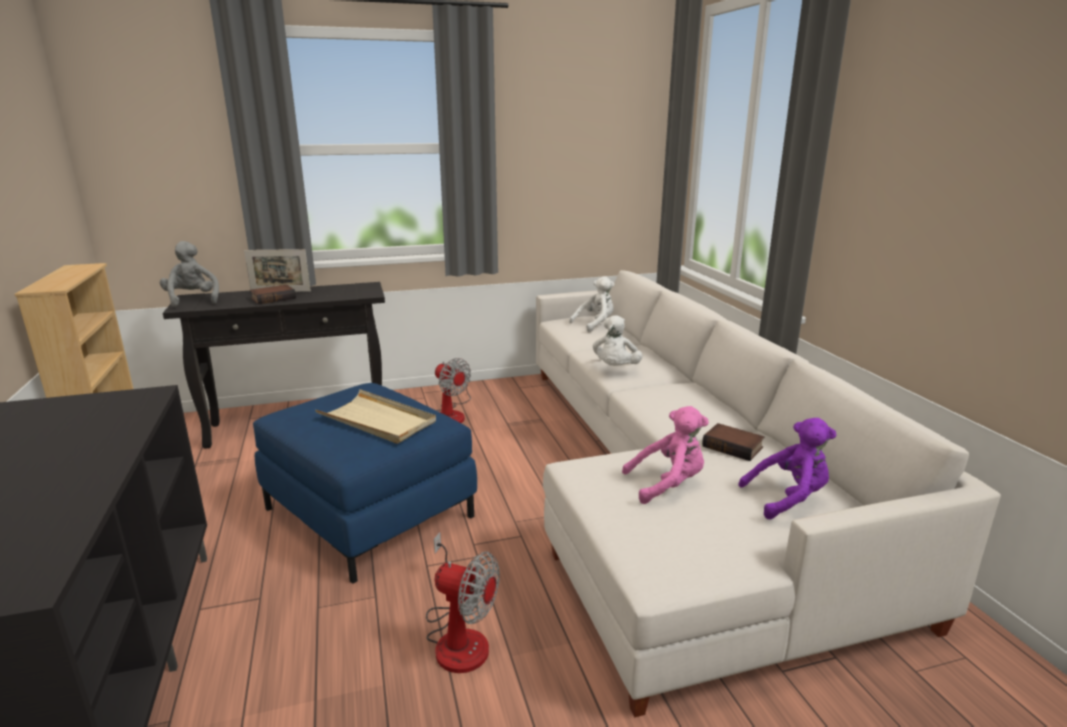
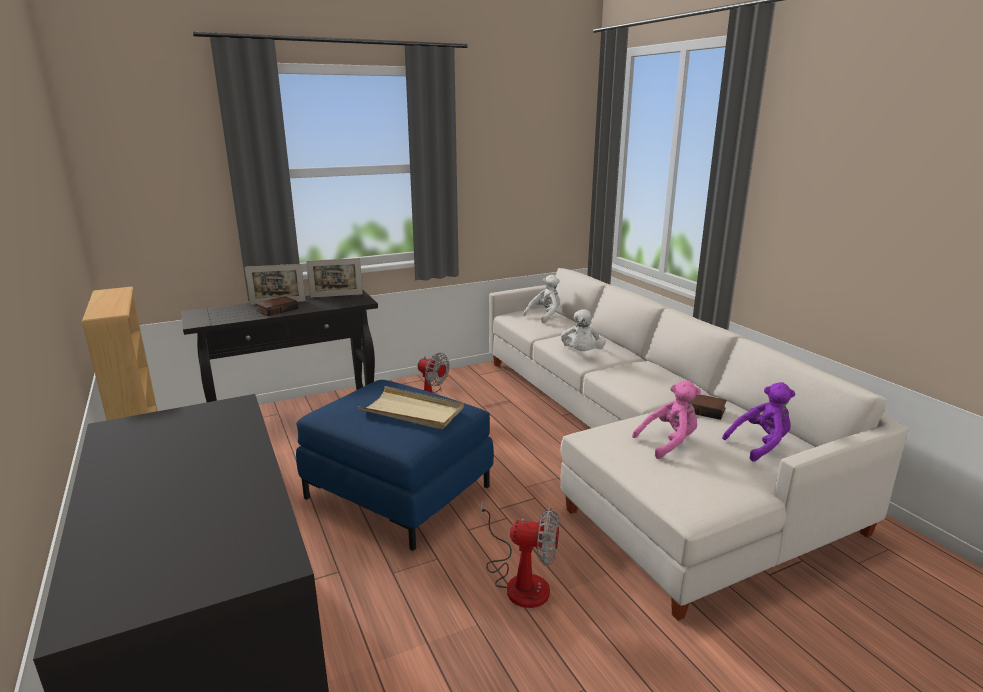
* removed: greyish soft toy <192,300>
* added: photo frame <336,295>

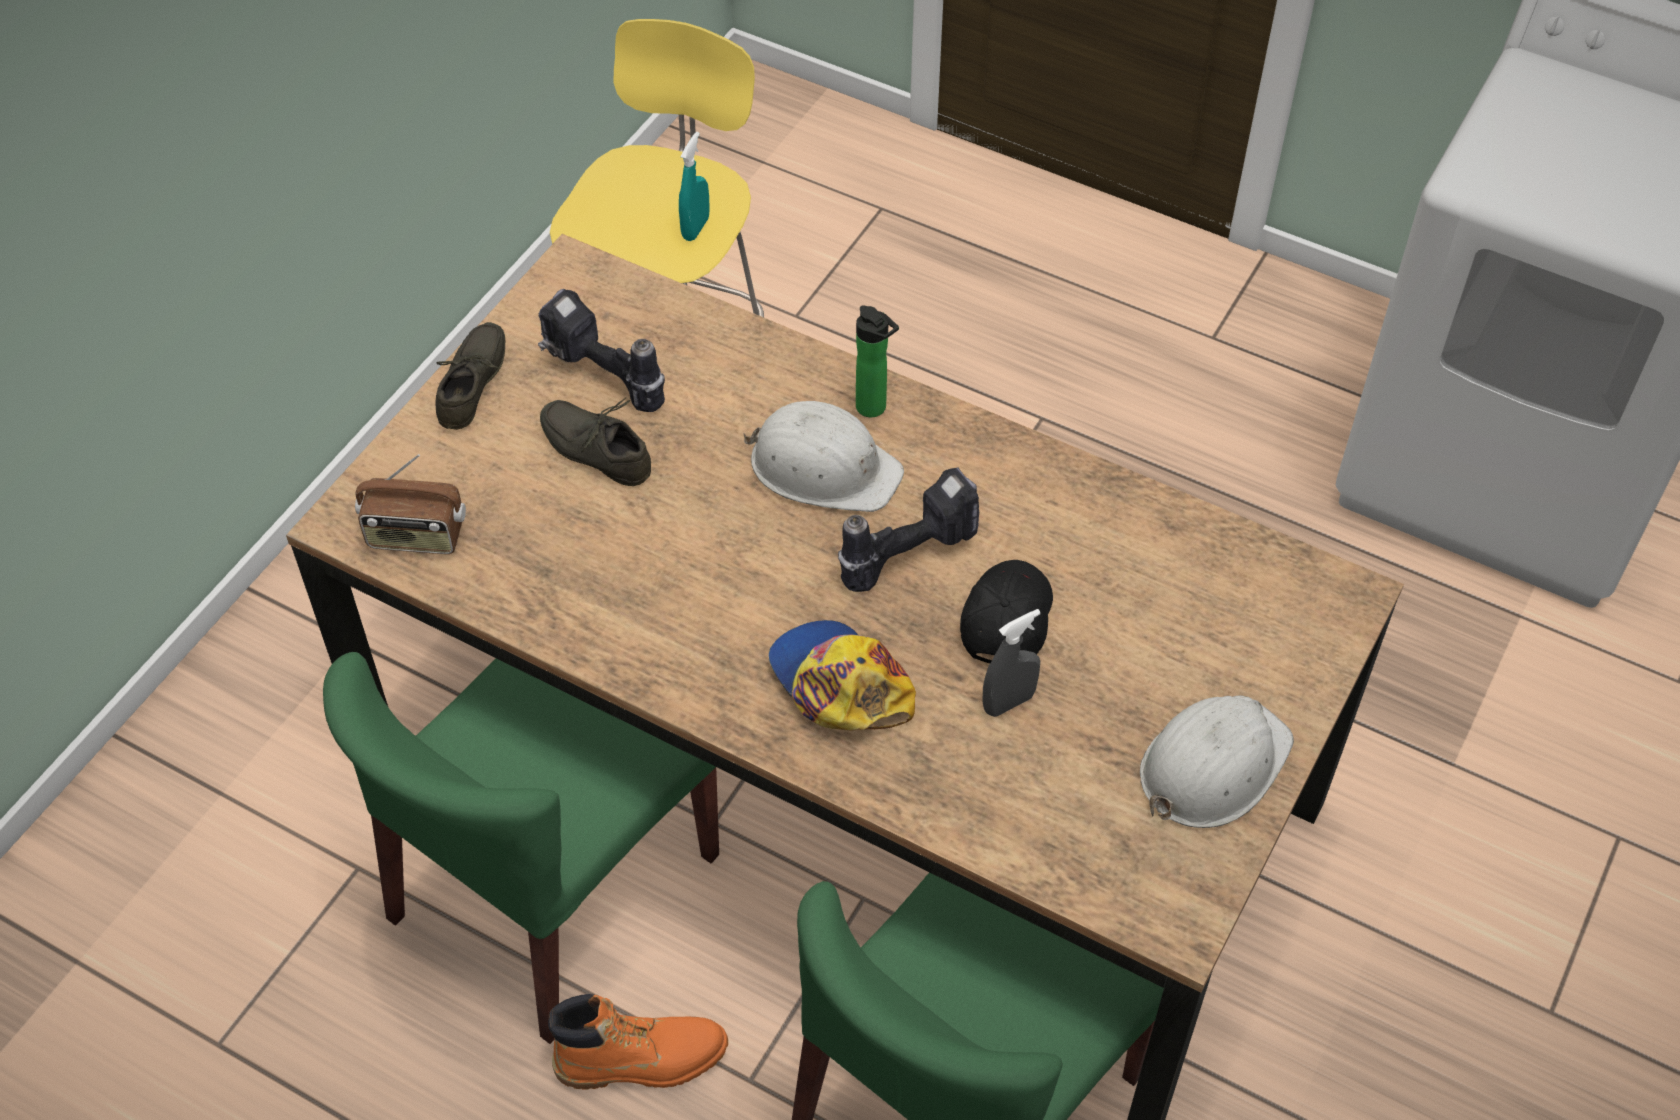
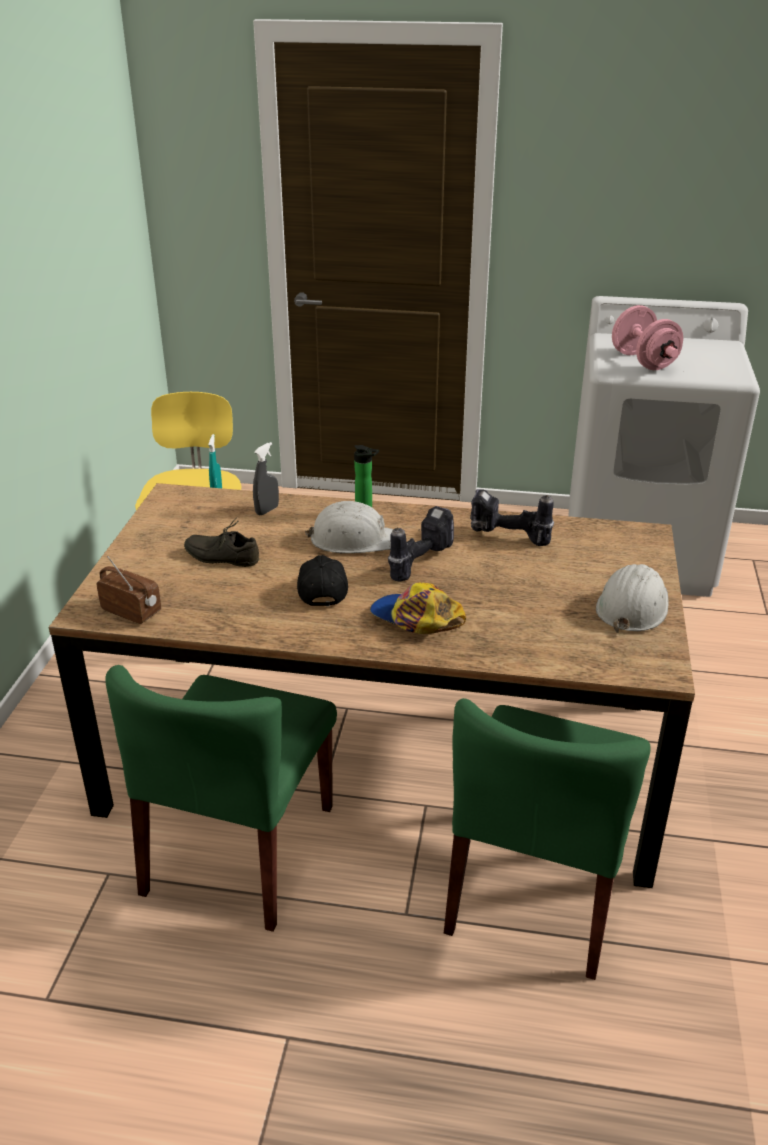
* removed: greyish low shoe <477,384>
* removed: orangey high-top boot <641,1059>
* added: pink dumbbell <643,361>
* moved: drill <601,379> to <506,538>
* moved: blackish cap <1005,619> to <321,589>
* moved: greyish hand sprayer <1008,702> to <267,510>
* turned: radio receiver <416,537> = <132,611> 135 degrees counterclockwise

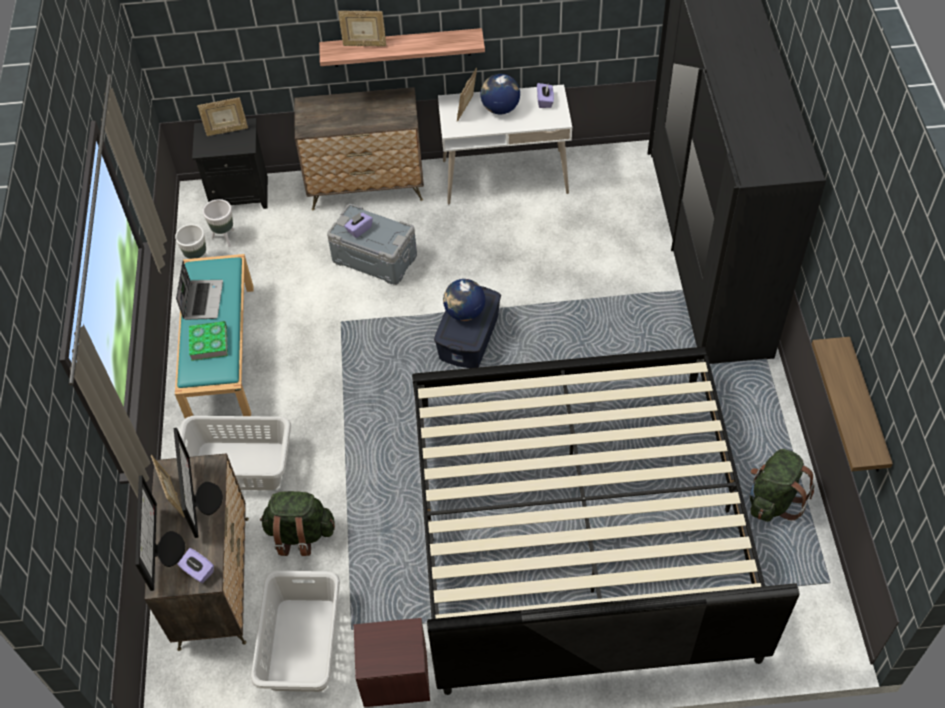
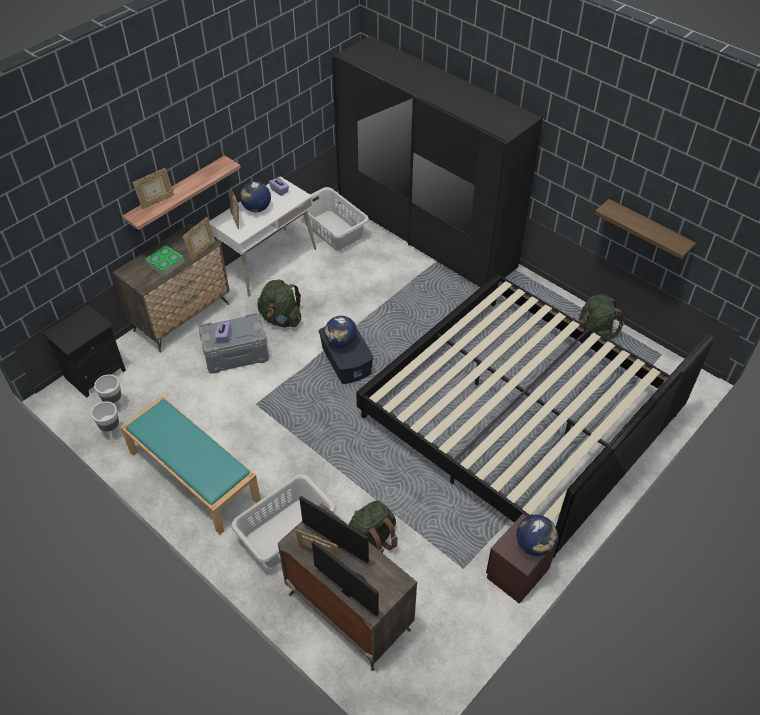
* removed: laptop <202,300>
* removed: purple box of tissues <198,571>
* added: green-coloured rucksack <281,319>
* added: world globe <534,545>
* moved: book <209,343> to <165,263>
* moved: photo frame <226,131> to <201,250>
* moved: greyish hamper <303,644> to <333,230>

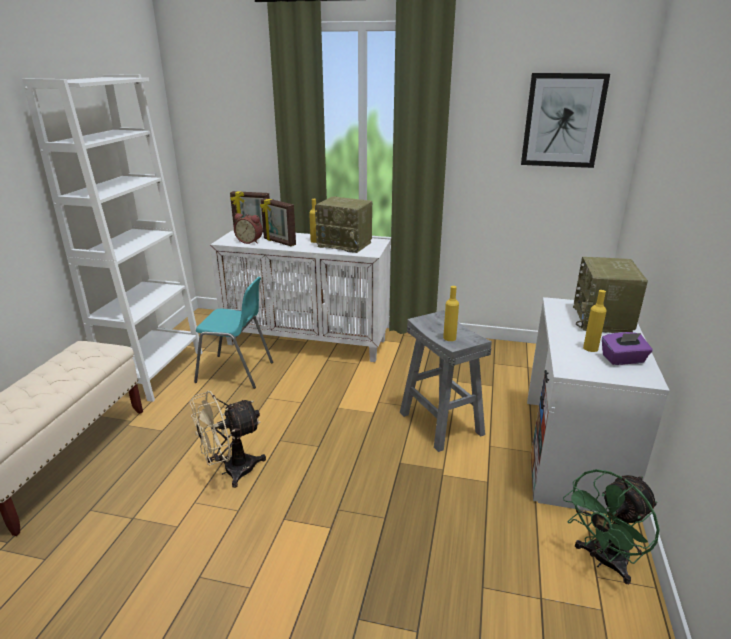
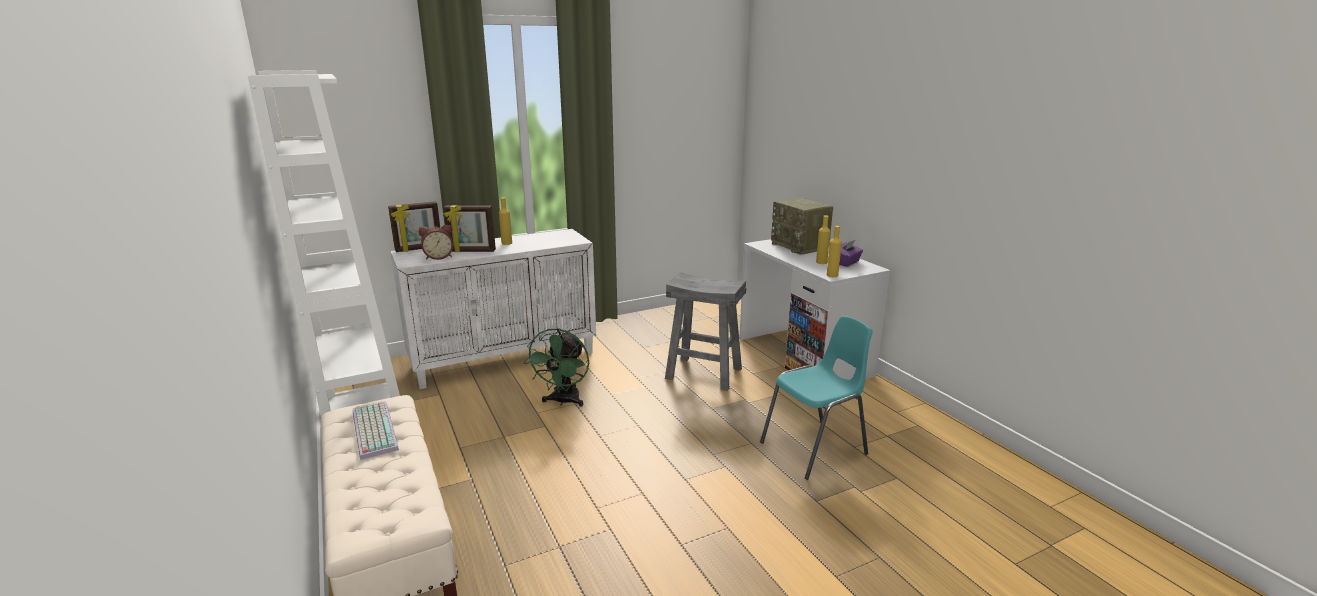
* removed: beige electric fan <231,471>
* removed: radio receiver <345,244>
* removed: picture <563,120>
* added: computer keyboard <372,430>
* moved: blue-green upright chair <236,372> to <815,449>
* moved: yellow beverage bottle <449,338> to <832,275>
* moved: green-coloured electric fan <603,561> to <563,401>

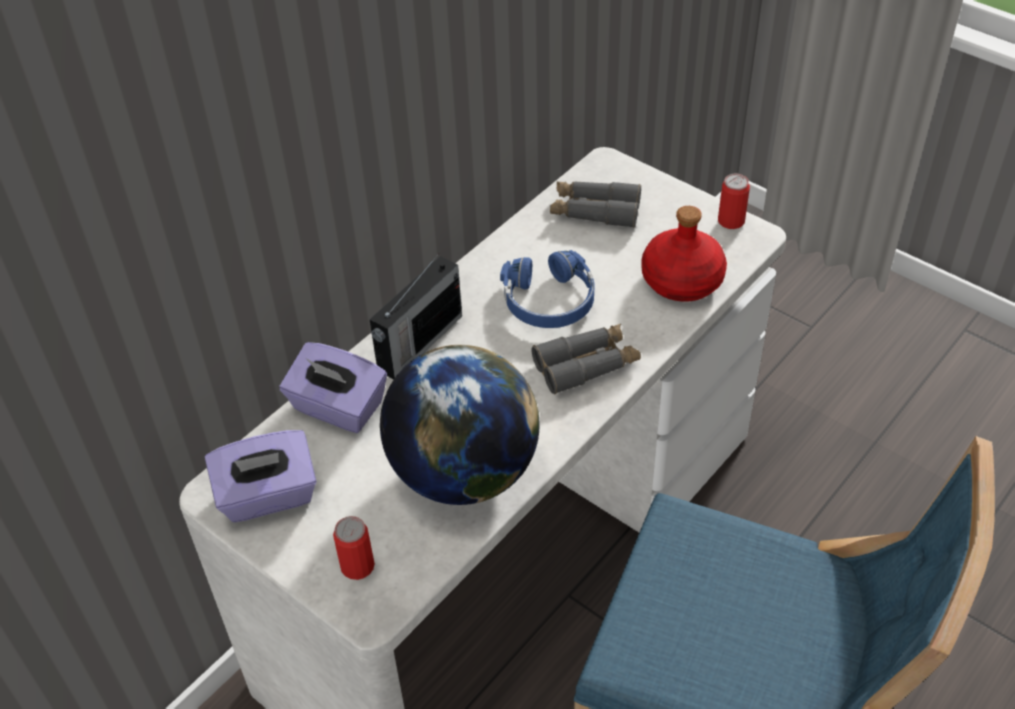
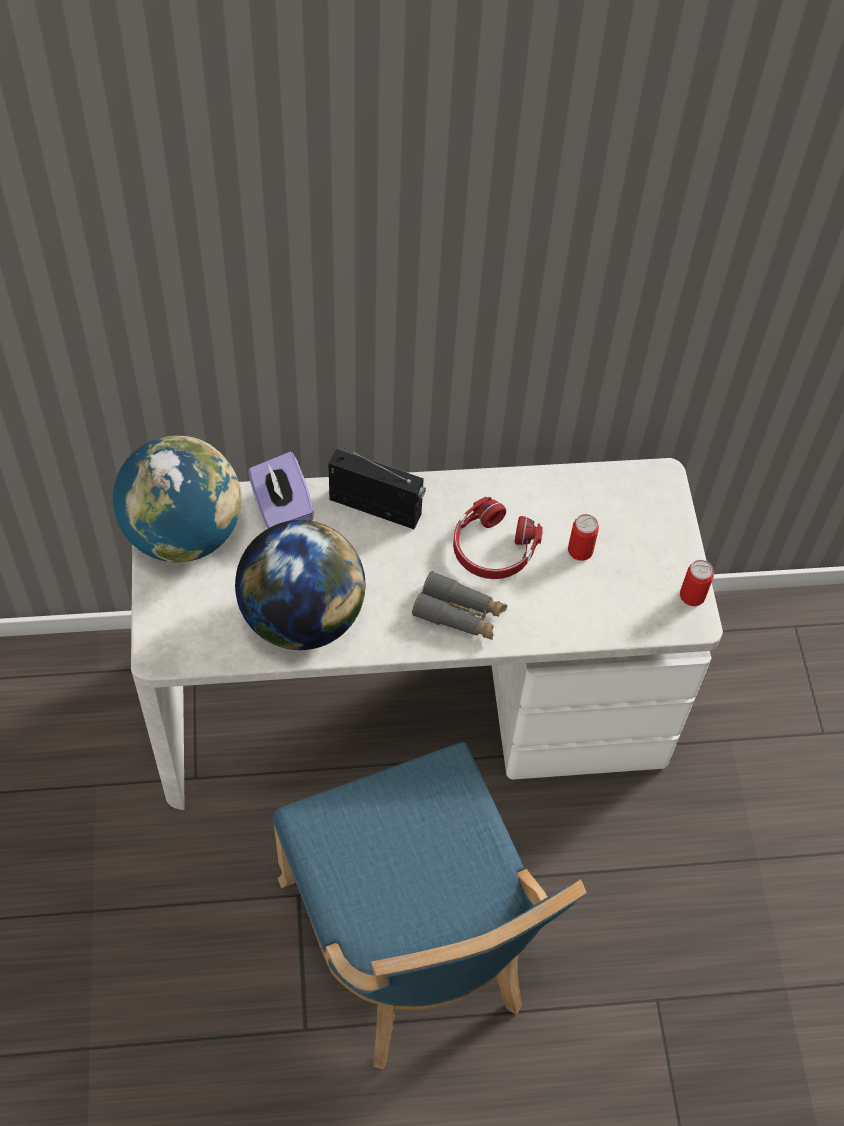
* removed: greyish field glasses <595,211>
* removed: reddish beverage bottle <682,279>
* moved: can <357,566> to <580,550>
* replaced: purple box of tissues <268,496> to world globe <183,534>
* recoloured: blue-coloured headphones <549,301> to reddish headphones <492,548>
* turned: radio receiver <418,344> = <377,508> 150 degrees counterclockwise

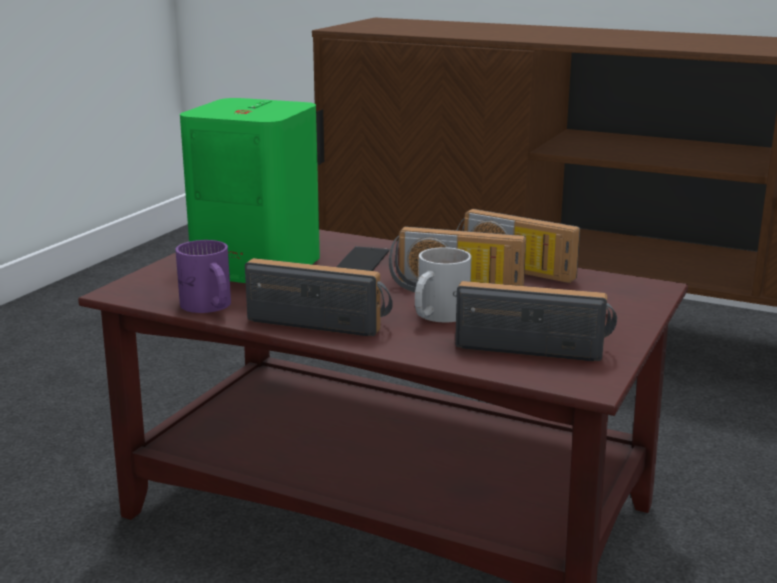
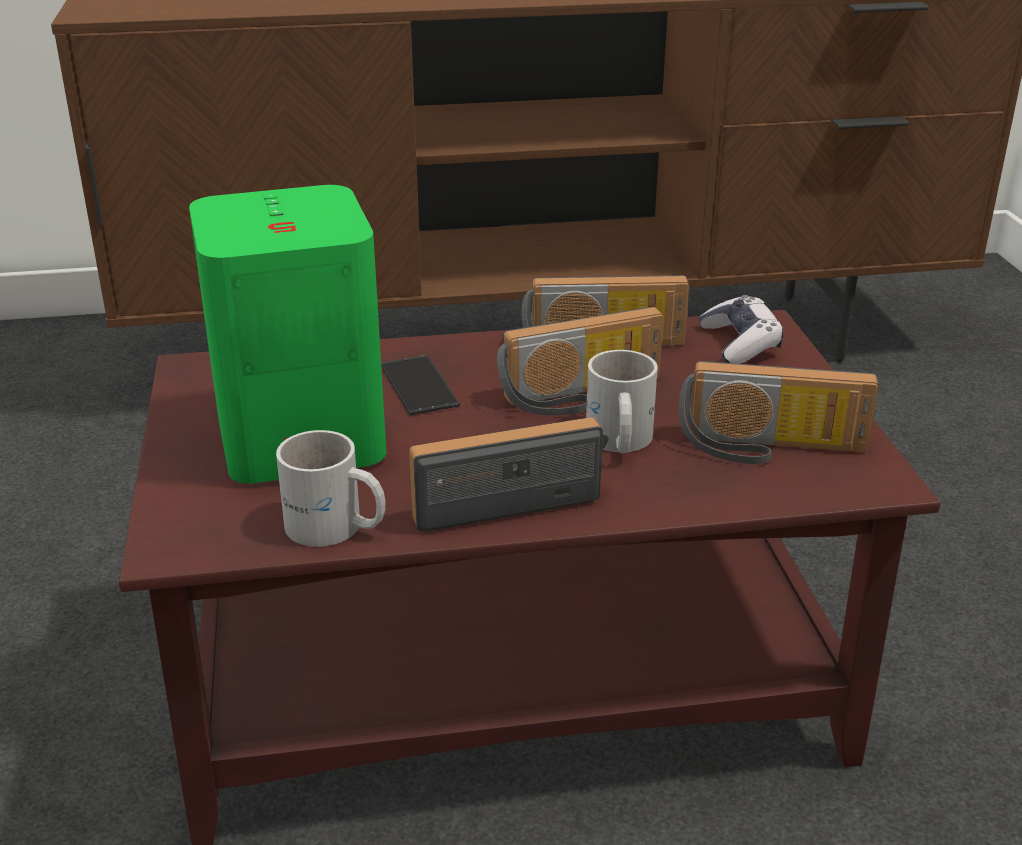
* added: game controller <740,343>
* recoloured: purple tea mug <208,307> to whitish tea mug <334,529>
* turned: radio receiver <535,345> = <771,449> 150 degrees counterclockwise

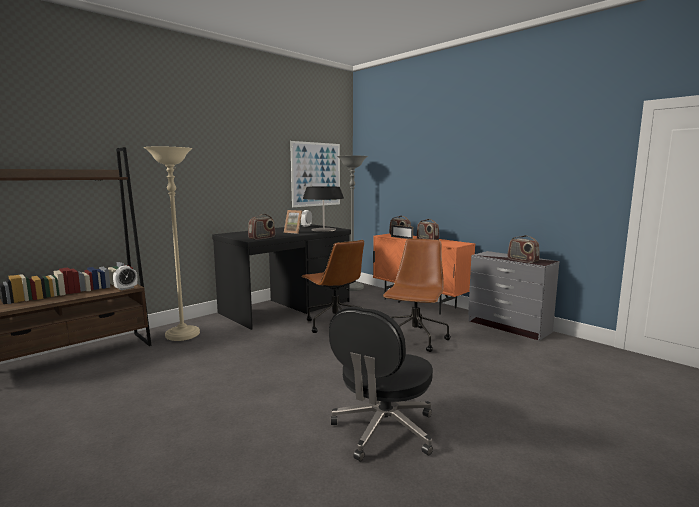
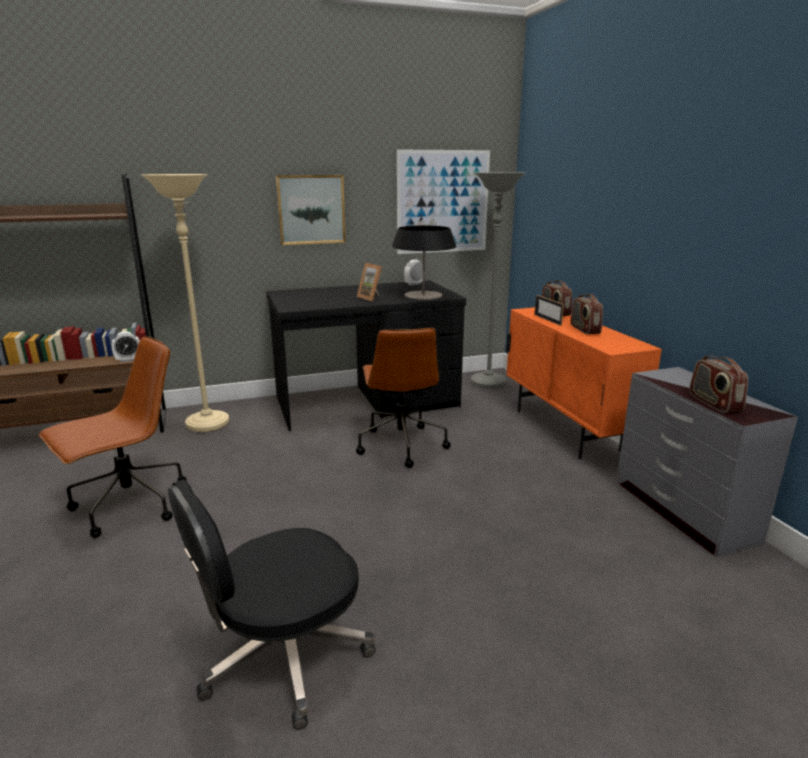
* removed: radio receiver <262,238>
* added: picture <311,209>
* moved: brown-coloured desk chair <414,339> to <128,506>

